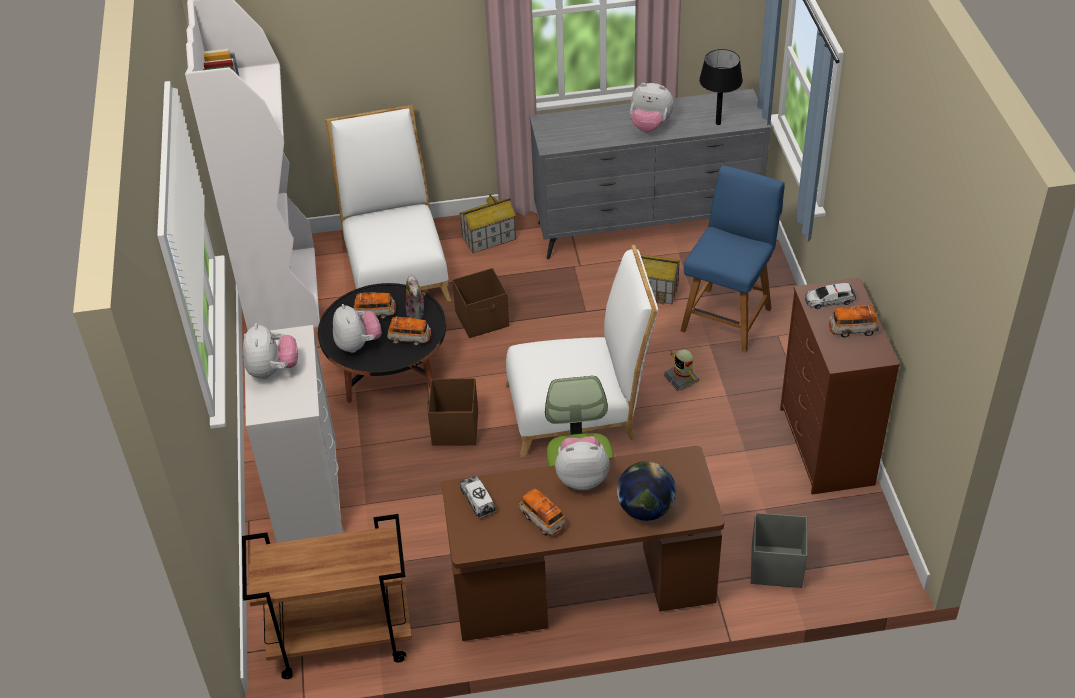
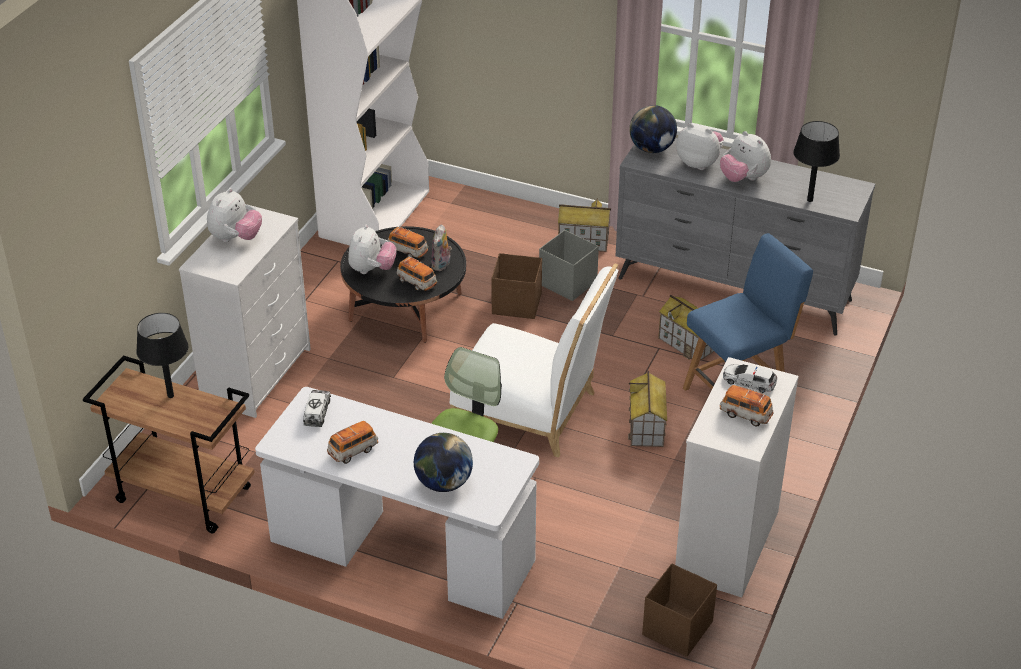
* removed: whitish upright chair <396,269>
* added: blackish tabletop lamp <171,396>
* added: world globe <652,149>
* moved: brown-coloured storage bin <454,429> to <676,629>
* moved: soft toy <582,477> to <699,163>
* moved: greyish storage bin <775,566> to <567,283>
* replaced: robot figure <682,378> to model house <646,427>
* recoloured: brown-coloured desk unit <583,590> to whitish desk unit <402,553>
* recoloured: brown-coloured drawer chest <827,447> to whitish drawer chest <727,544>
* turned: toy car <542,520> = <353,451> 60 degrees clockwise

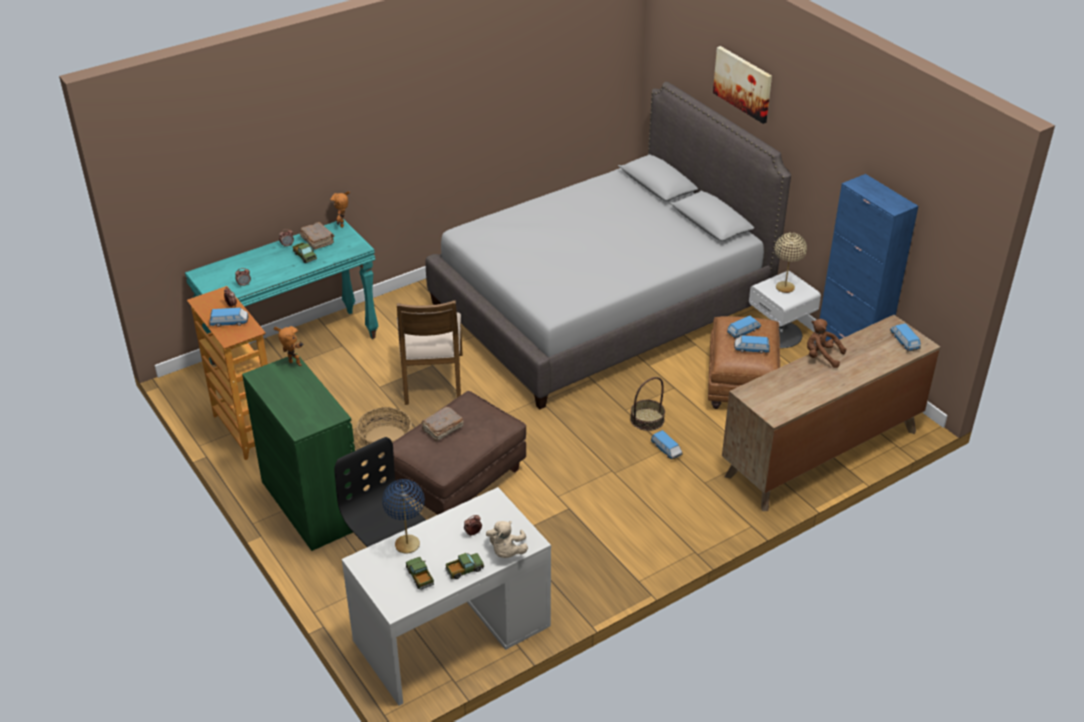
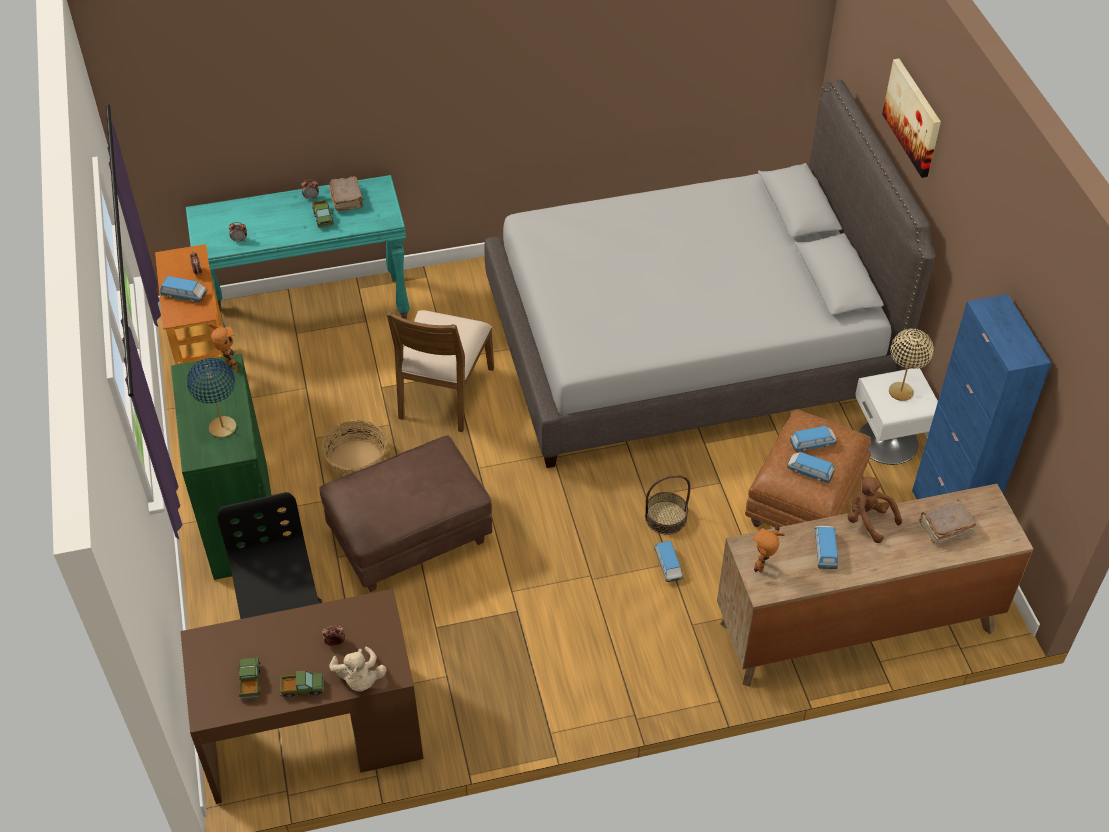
* moved: robot figure <344,224> to <764,566>
* moved: blue-coloured tabletop lamp <407,545> to <223,428>
* moved: brown-coloured book <442,429> to <944,528>
* moved: toy car <904,341> to <825,550>
* recoloured: whitish desk unit <452,633> to brown-coloured desk unit <313,732>
* turned: beige soft toy <506,552> = <359,679> 45 degrees counterclockwise

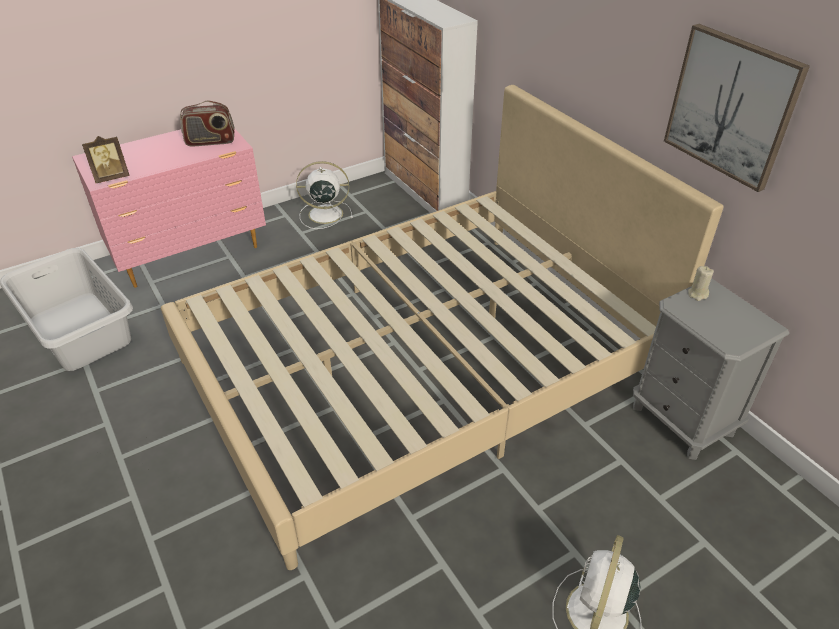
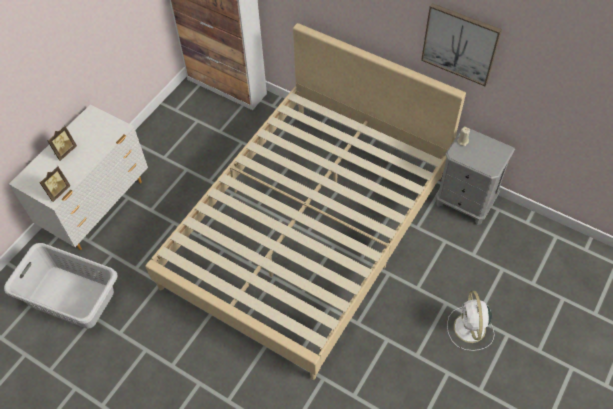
* removed: radio receiver <210,141>
* removed: whitish electric fan <324,214>
* added: photo frame <65,151>
* recoloured: pink drawer chest <191,254> to whitish drawer chest <98,206>

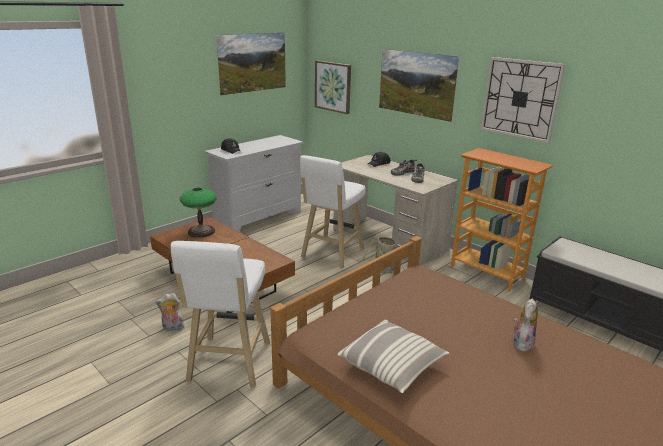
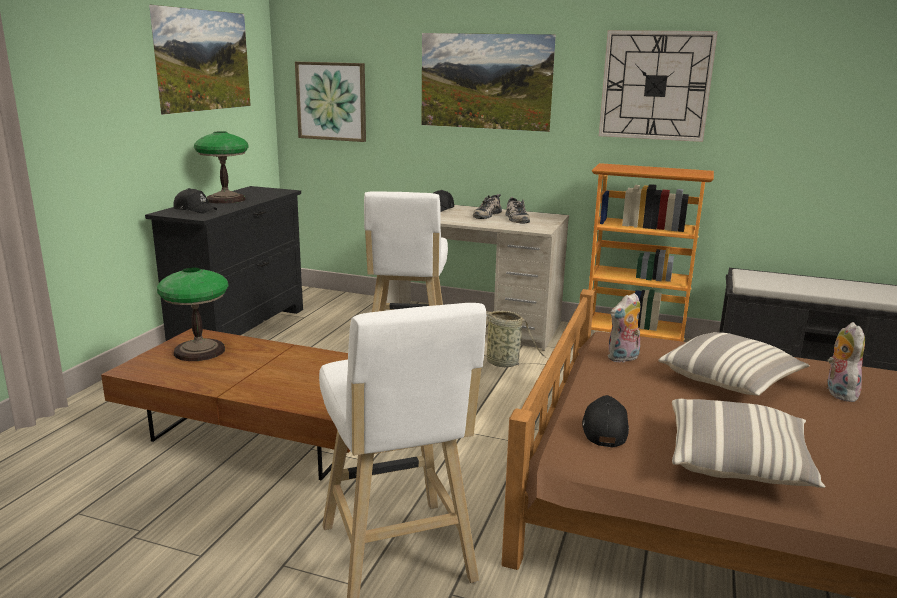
* added: tabletop lamp <226,199>
* added: blackish cap <604,429>
* added: pillow <730,381>
* moved: soft toy <172,328> to <623,358>
* recoloured: whitish drawer chest <259,218> to blackish drawer chest <241,328>

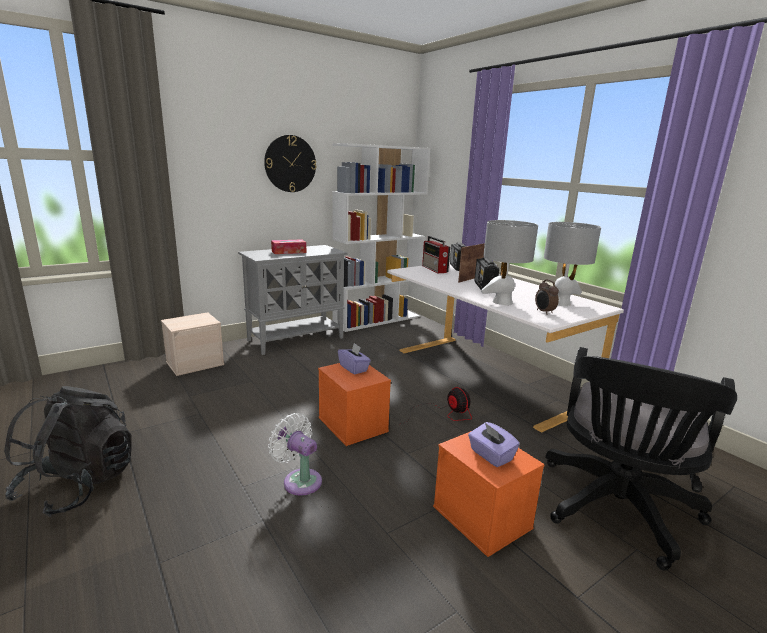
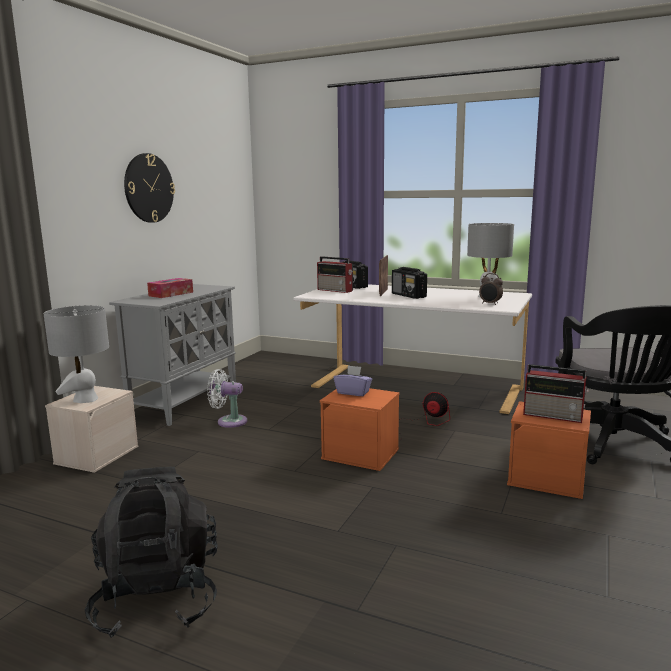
* removed: whitish bookcase <377,320>
* moved: whitish electric fan <299,480> to <229,421>
* moved: greyish tabletop lamp <502,302> to <85,399>
* replaced: purple box of tissues <490,455> to radio receiver <554,416>

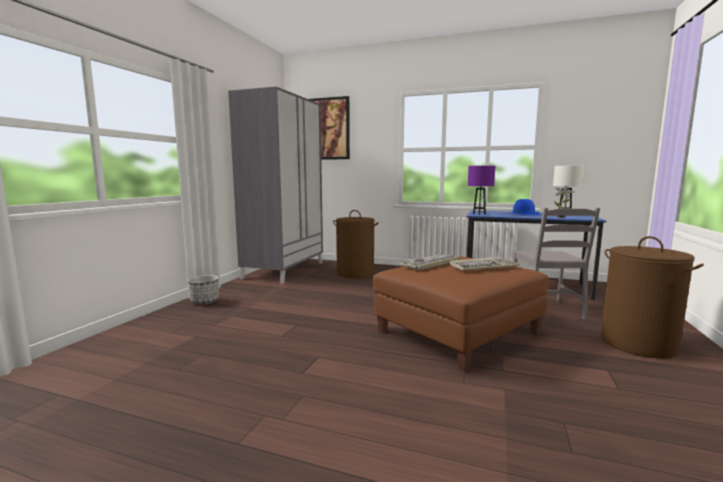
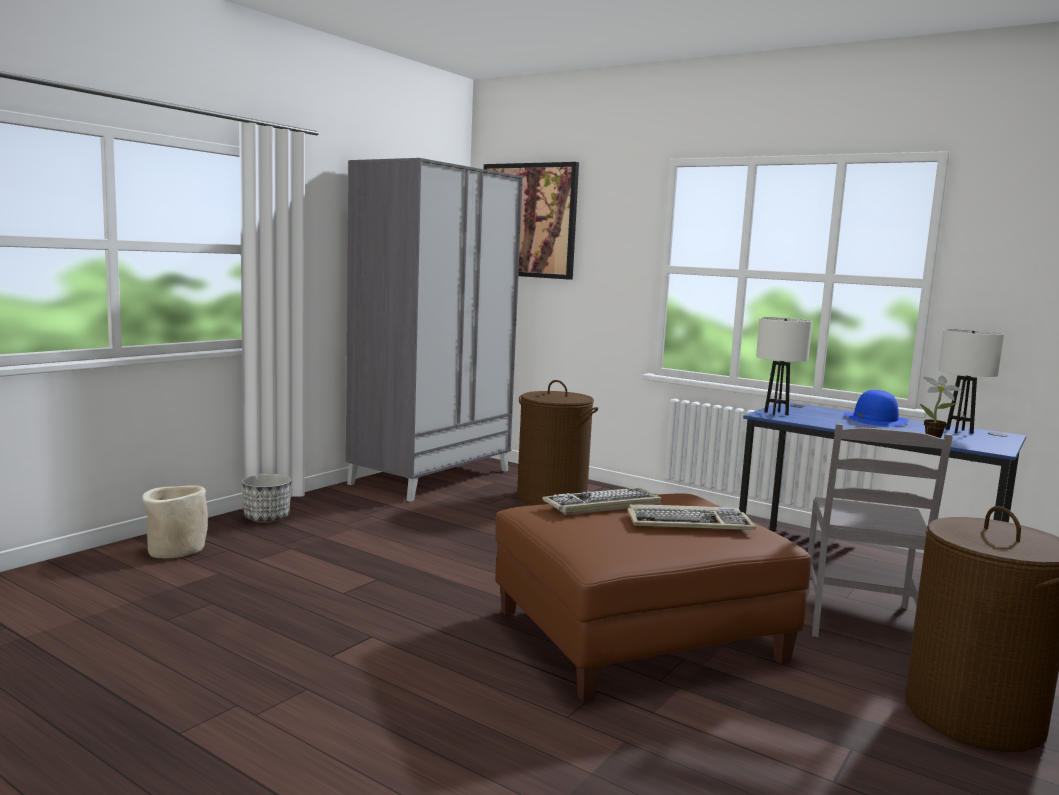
* added: beige plant pot <176,550>
* recoloured: purple tabletop lamp <479,214> to whitish tabletop lamp <776,413>

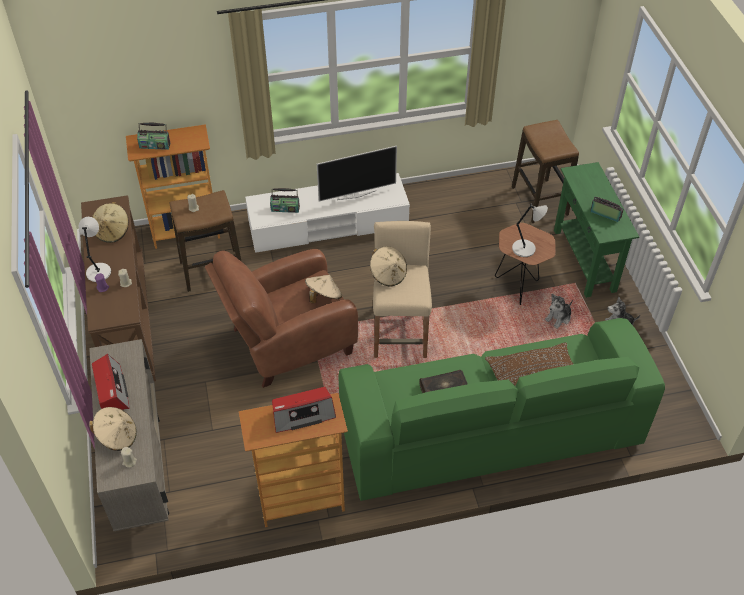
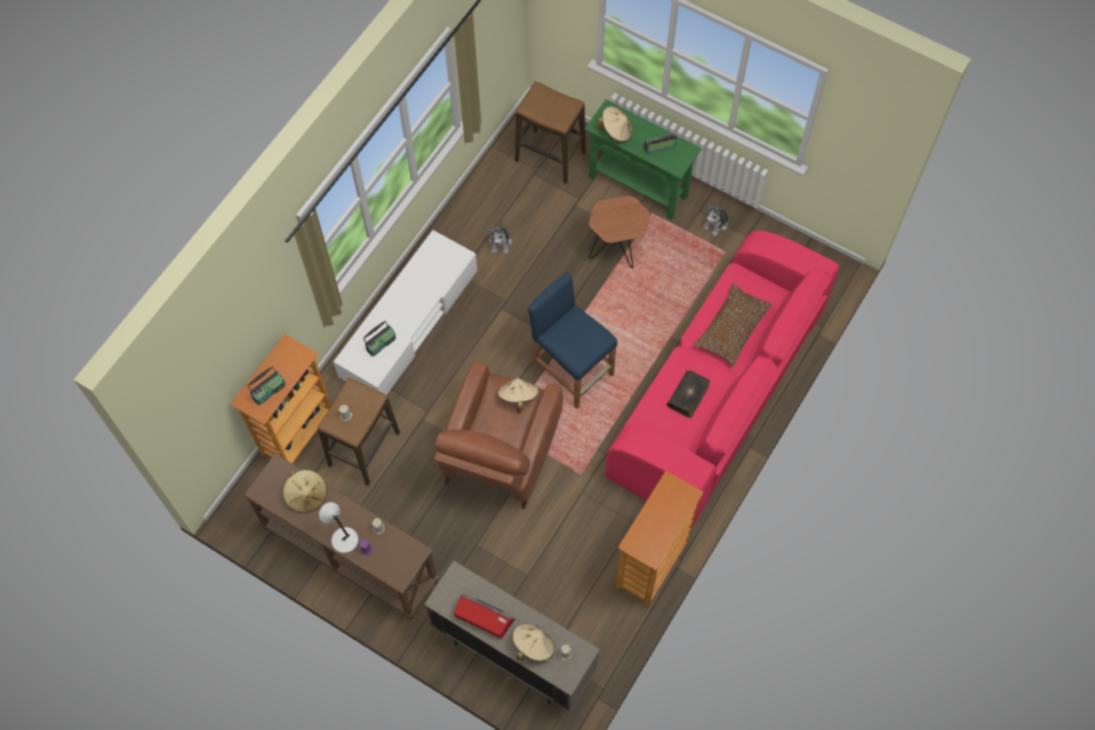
* removed: radio receiver <302,414>
* removed: TV set <356,194>
* removed: greyish tabletop lamp <525,249>
* moved: beige clothing hat <388,274> to <616,131>
* moved: soft toy <558,318> to <500,242>
* recoloured: green-coloured couch <488,432> to pink couch <717,394>
* recoloured: beige stool seat <400,331> to blue-coloured stool seat <571,369>

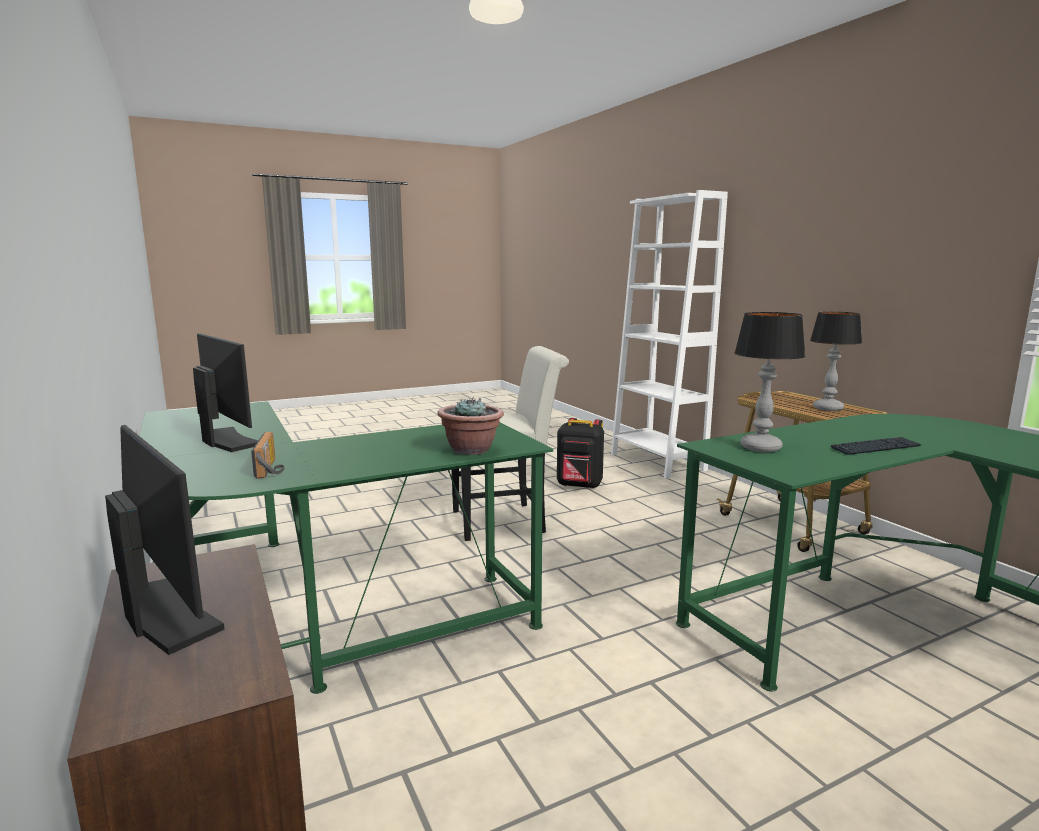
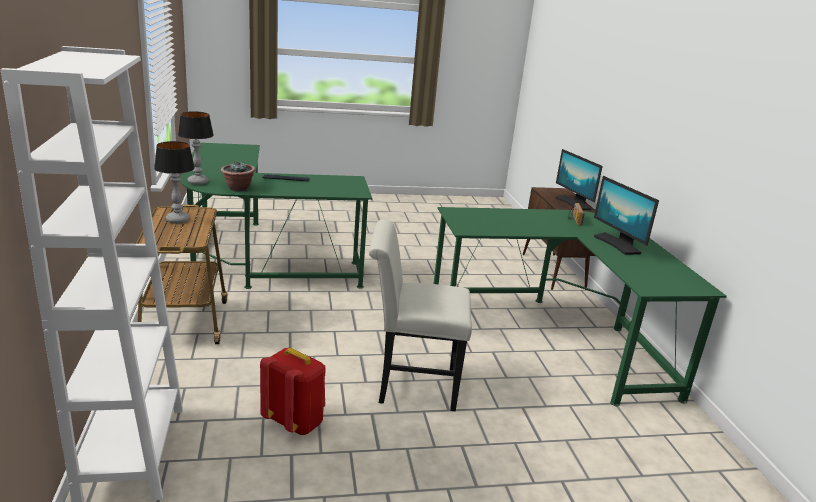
* moved: plant in a pot <471,450> to <238,188>
* moved: tabletop lamp <760,447> to <198,182>
* recoloured: blackish rucksack <579,485> to reddish rucksack <295,422>

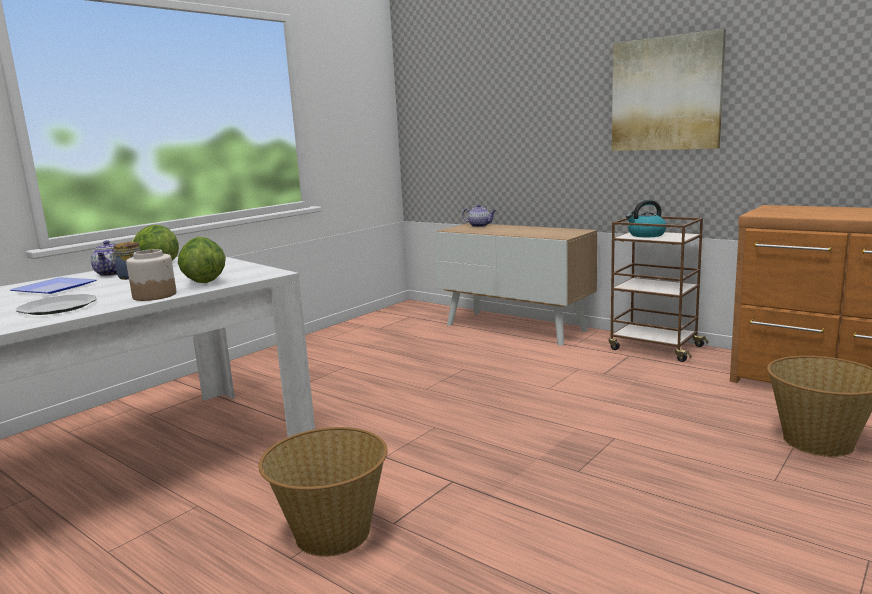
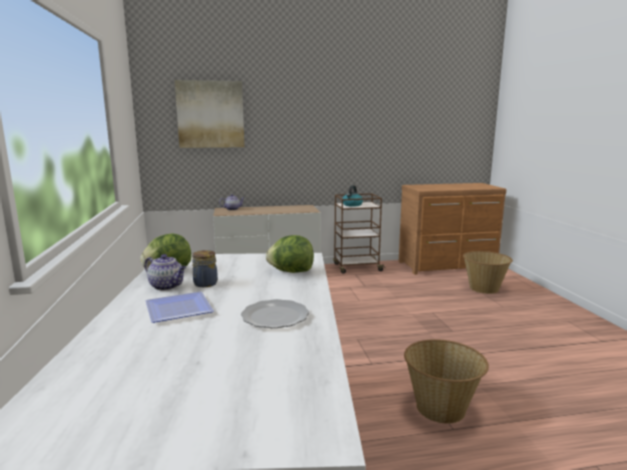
* removed: storage jar <155,295>
* moved: picture <666,94> to <210,114>

